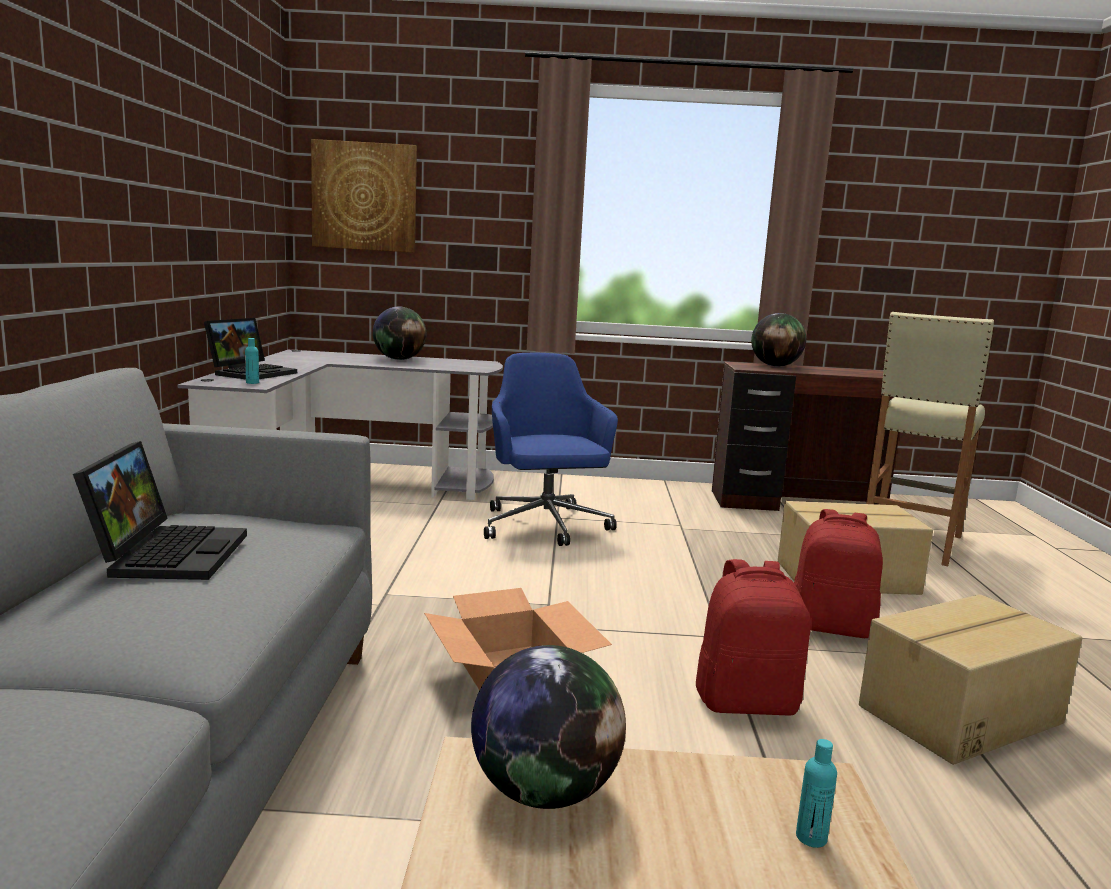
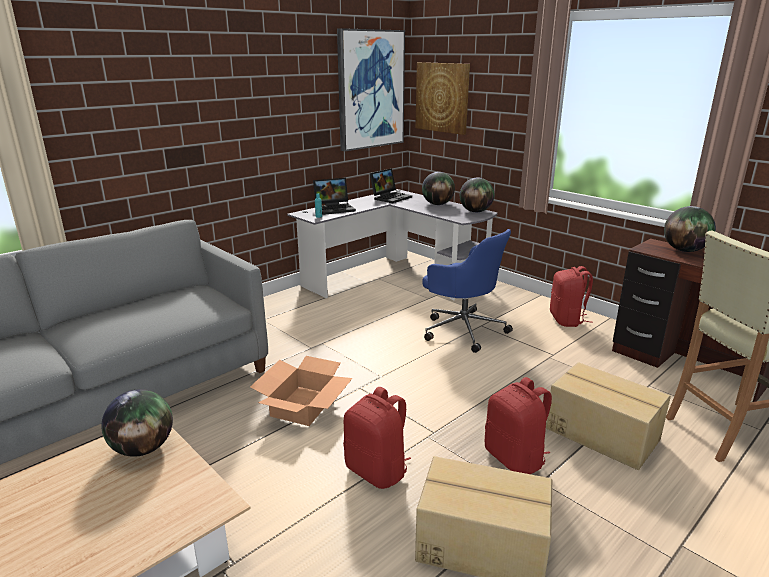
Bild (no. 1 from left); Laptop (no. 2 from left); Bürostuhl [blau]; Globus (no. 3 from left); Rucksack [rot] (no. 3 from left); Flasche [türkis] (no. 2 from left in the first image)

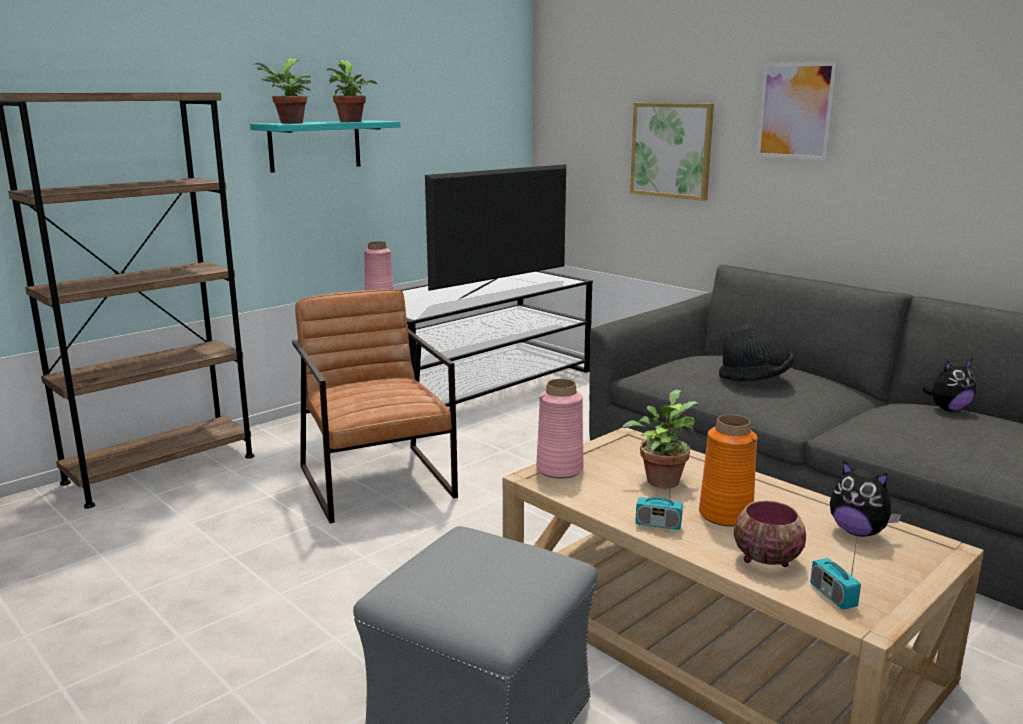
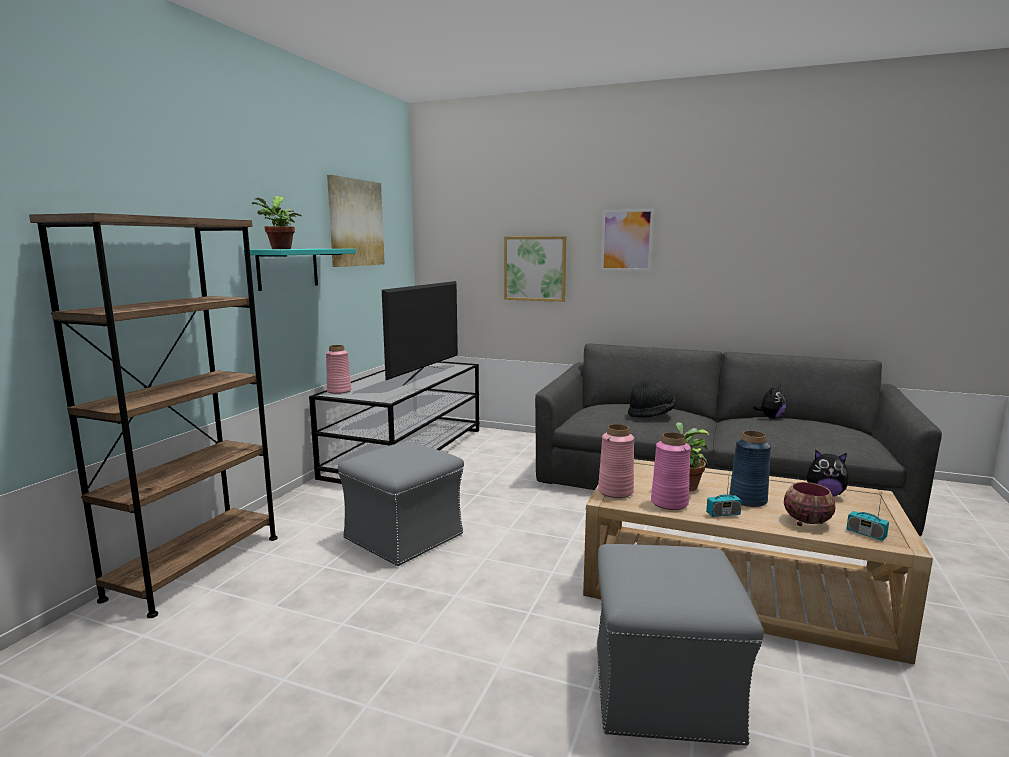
Bild (no. 1 from left); Polsterhocker [grau] (no. 1 from left); Vase [rosa] (no. 3 from left); Vase [blau]; Topfpflanze (no. 2 from left in the first image)

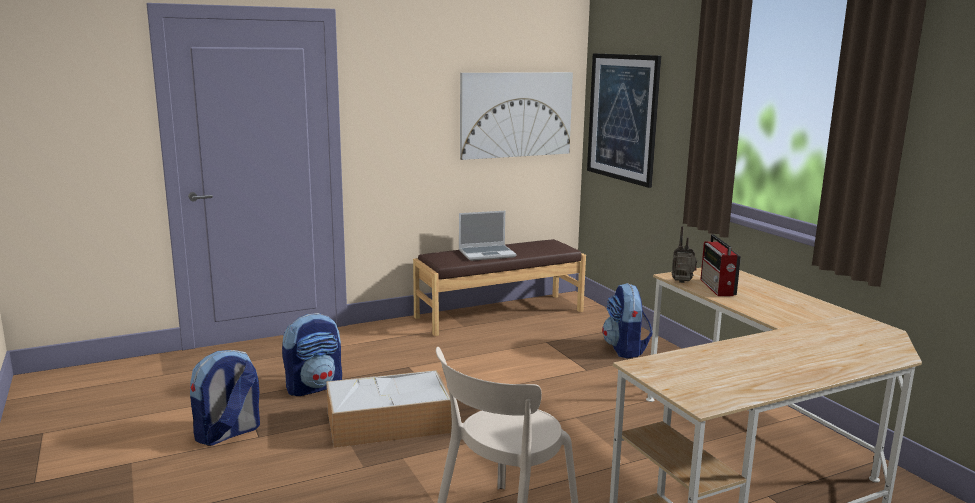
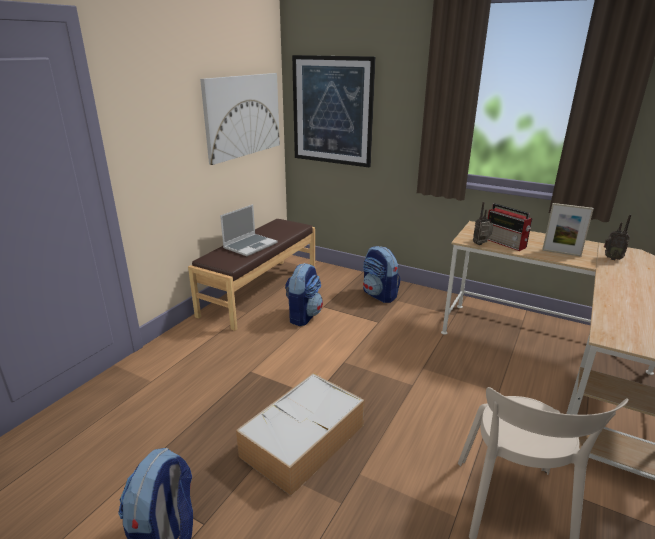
Rucksack (no. 2 from left); Bilderrahmen; Radio (no. 3 from left)

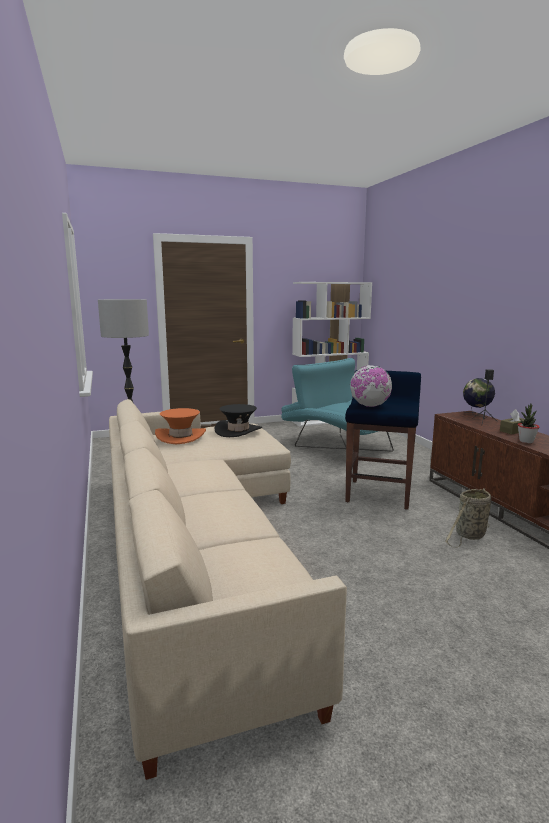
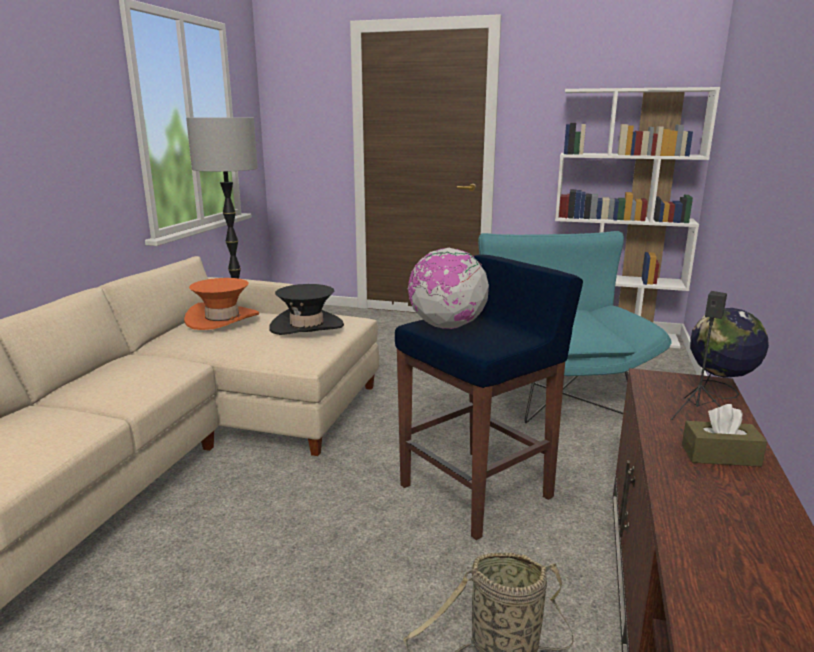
Topfpflanze

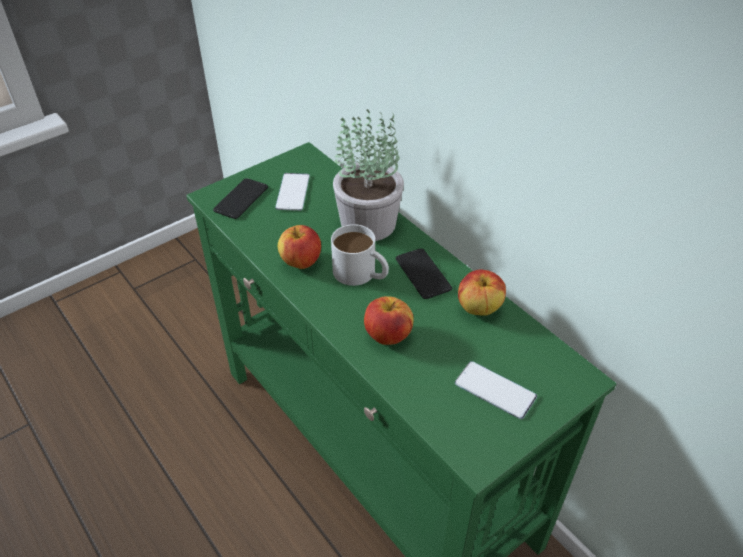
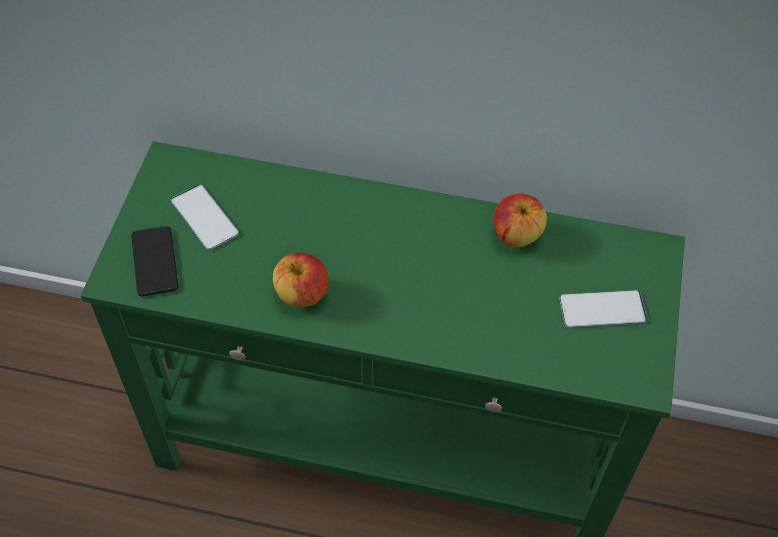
Henkelbecher [weiß]; Topfpflanze; Apfel (no. 2 from left in the first image); Handy (no. 3 from left in the first image)

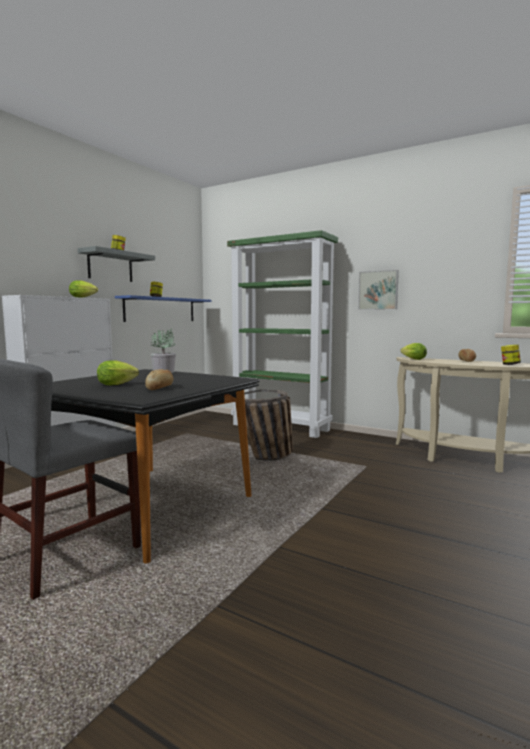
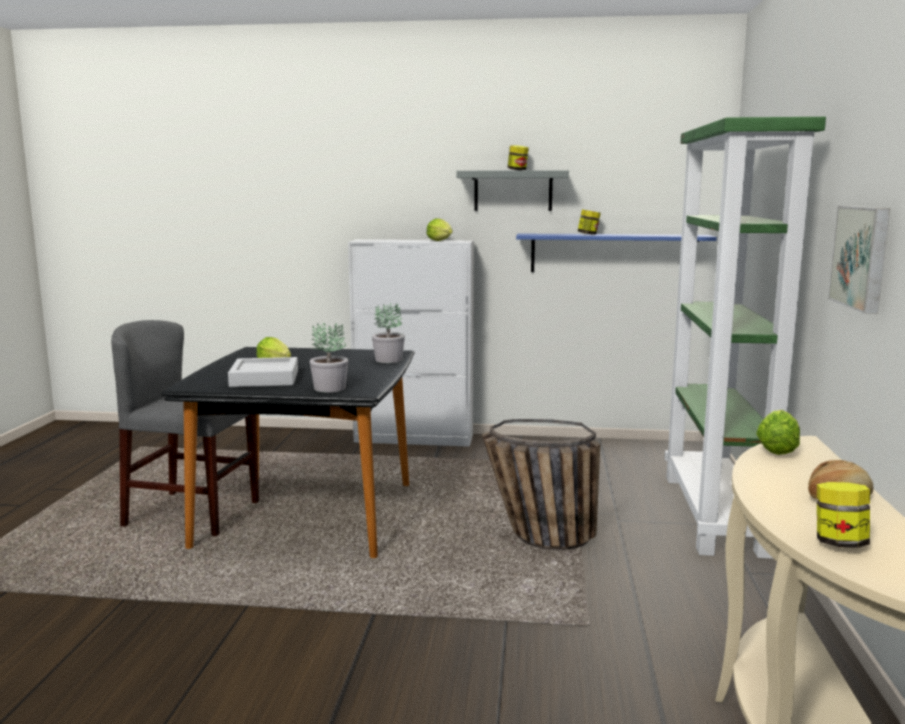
Tablett [grau]; Topfpflanze (no. 1 from left)

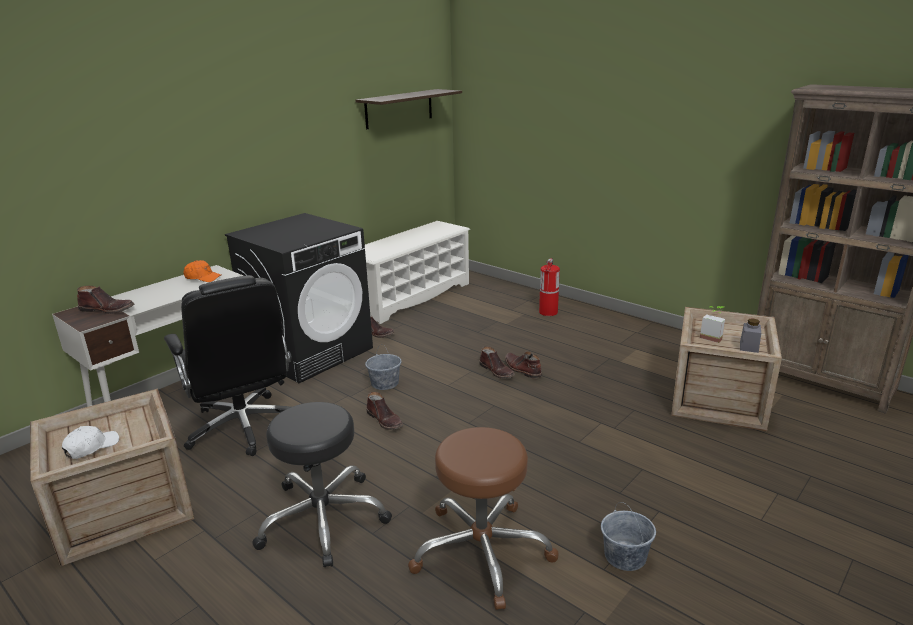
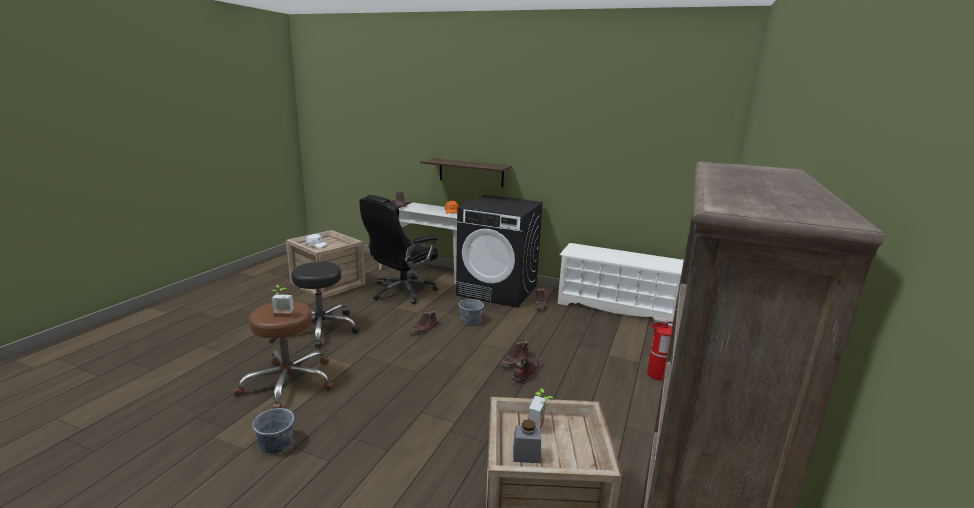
Topfpflanze (no. 1 from left); Wandregal

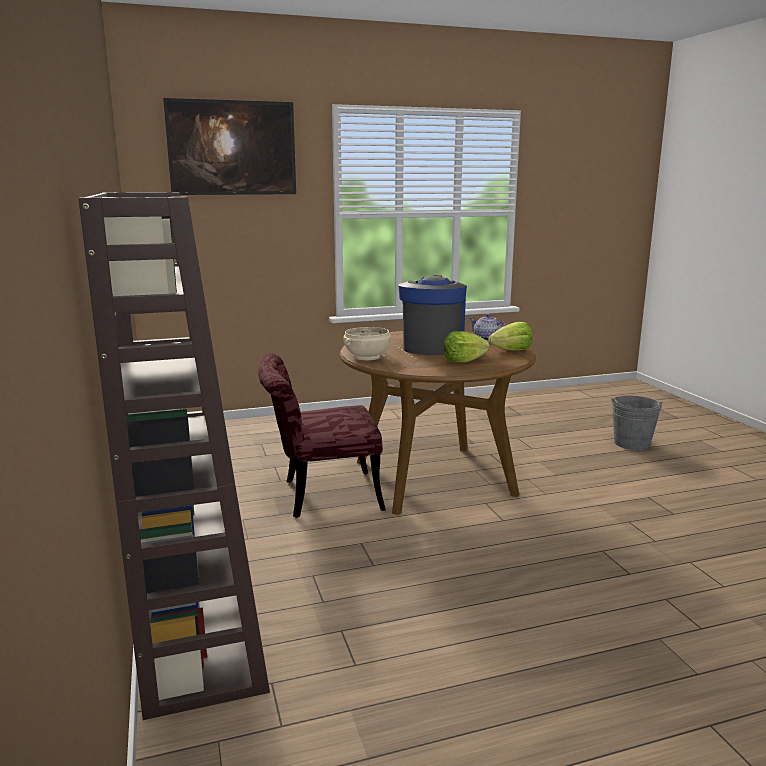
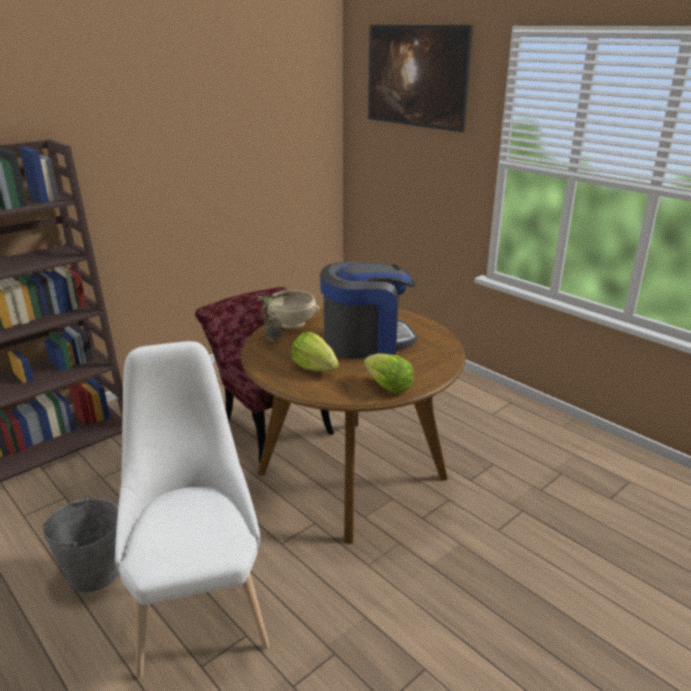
Eimer [grau]; Stuhl [weiß]; Topfpflanze; Teekanne

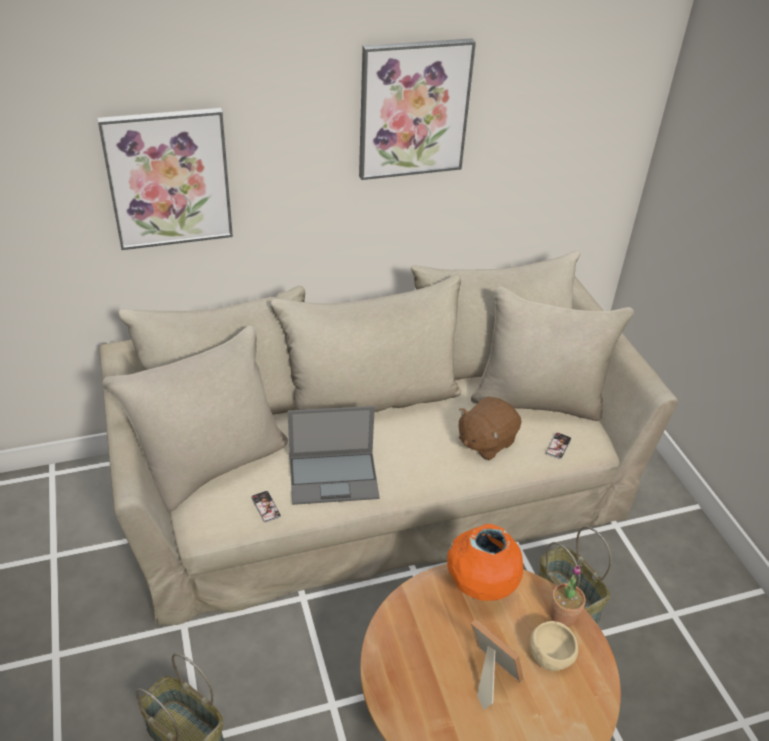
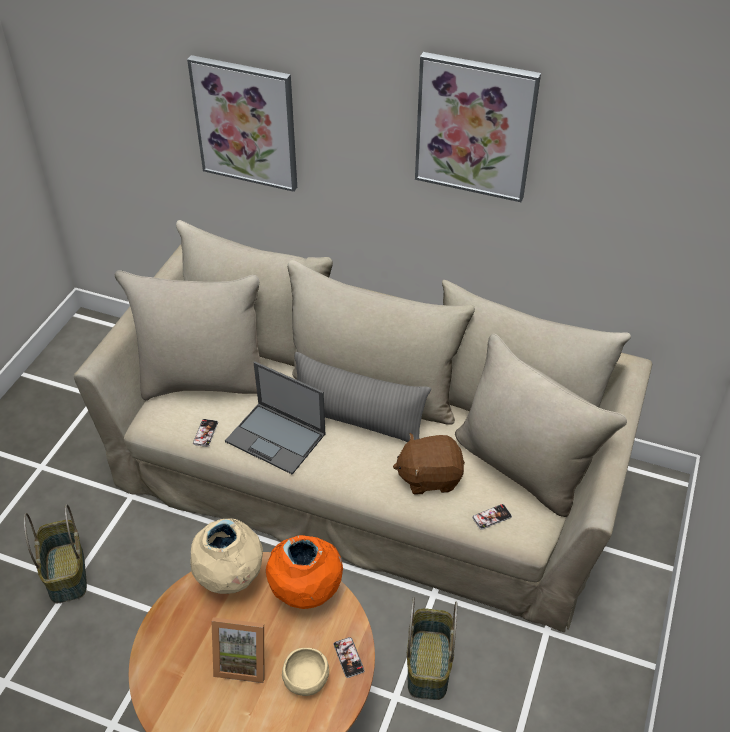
Vase [beige]; Bilderrahmen; Kissen [grau]; Handy (no. 2 from left)

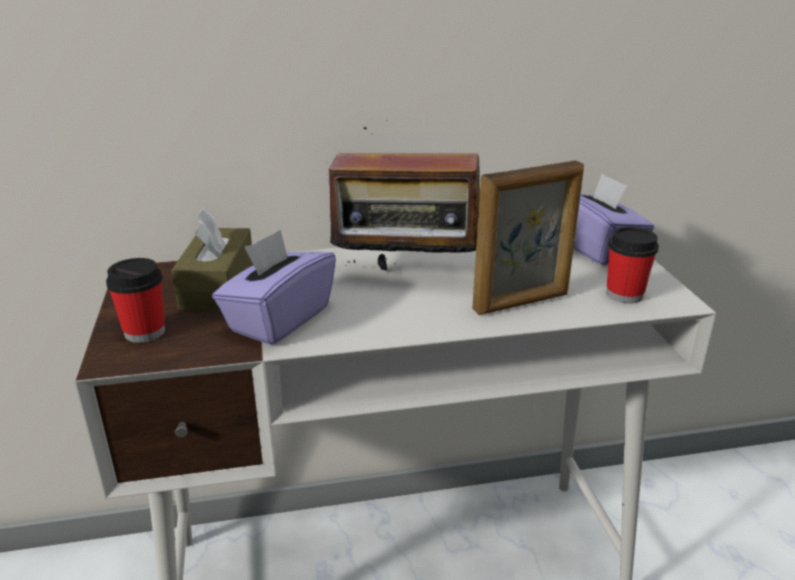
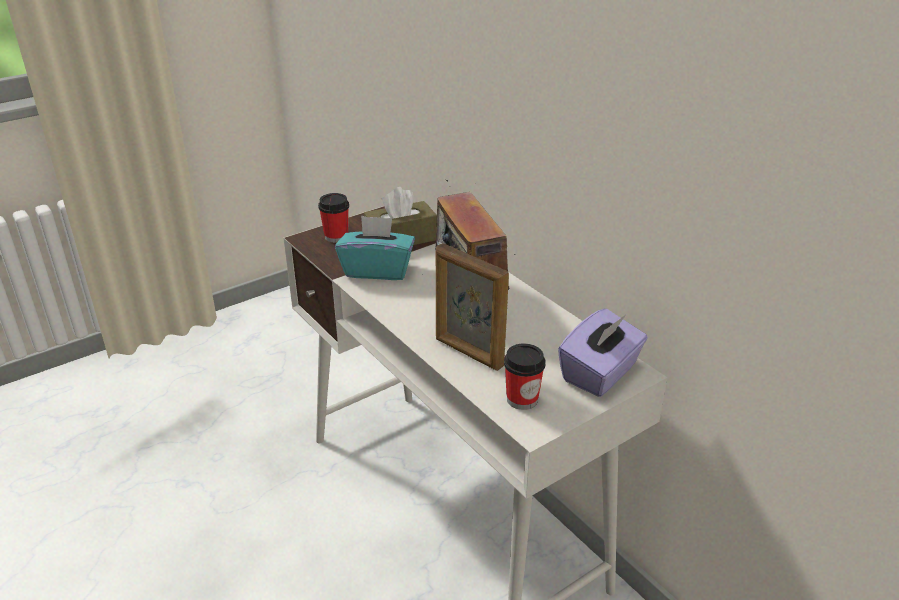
Taschentuchbox [türkis]

